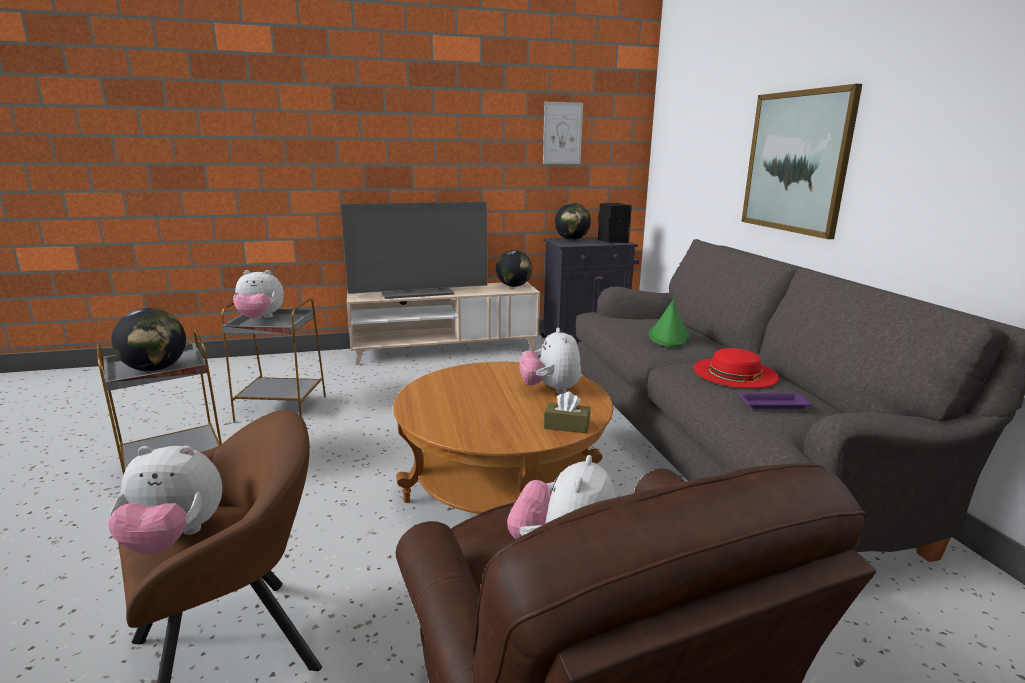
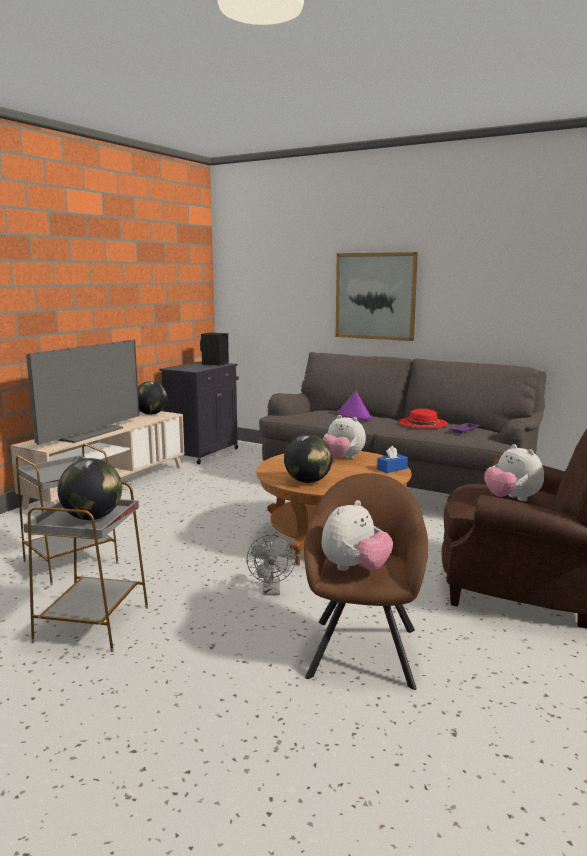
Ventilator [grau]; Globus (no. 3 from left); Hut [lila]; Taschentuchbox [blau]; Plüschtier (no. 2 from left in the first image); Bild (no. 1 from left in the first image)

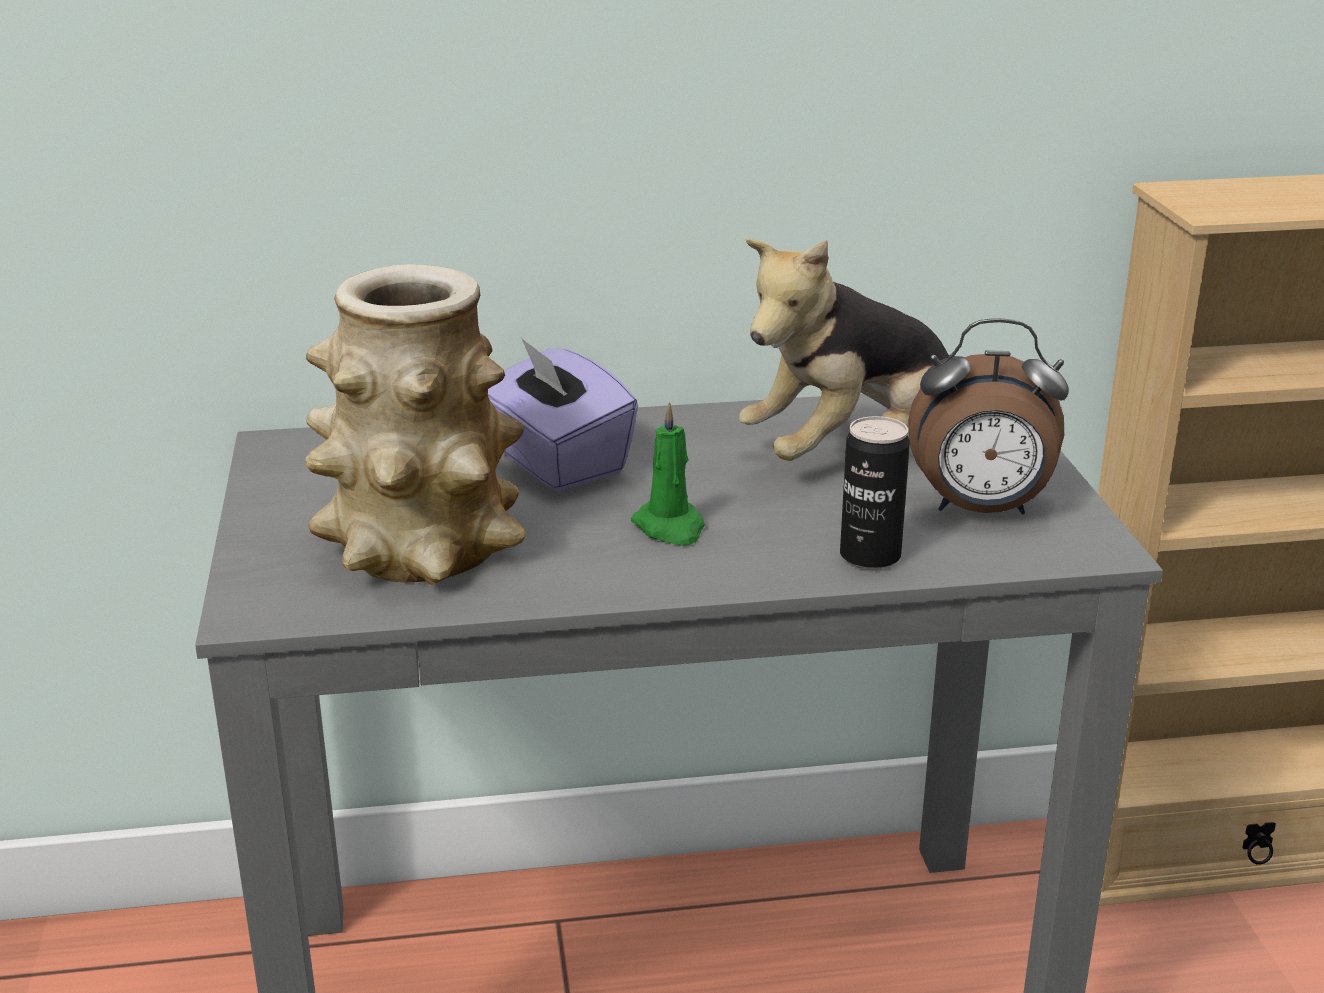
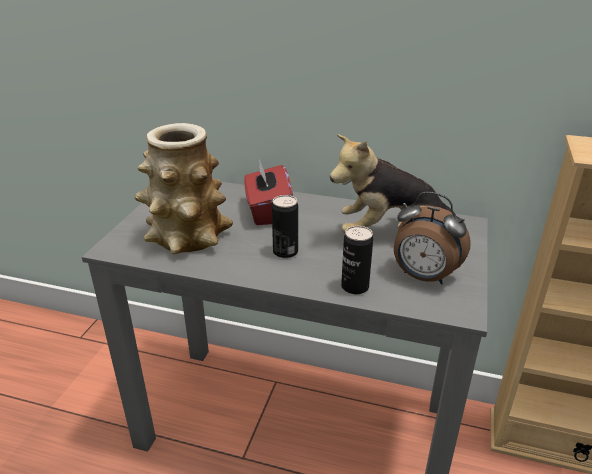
Taschentuchbox [rot]; Dose (no. 1 from left)

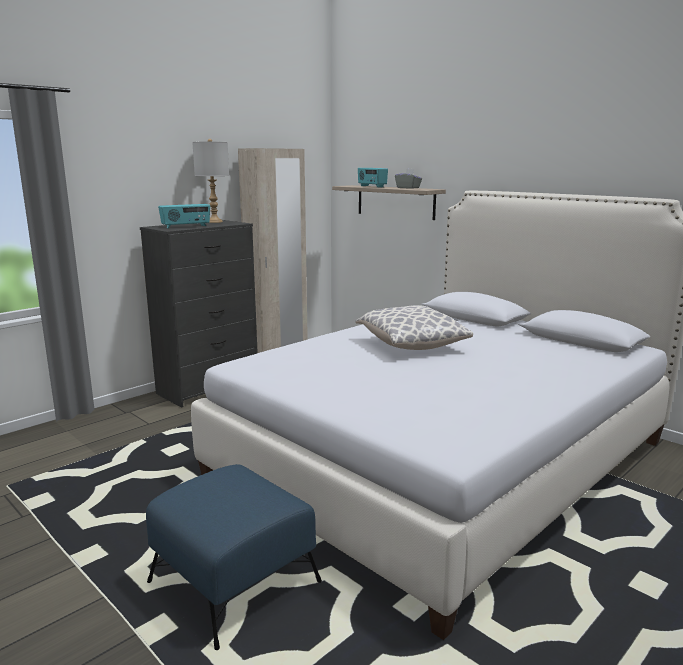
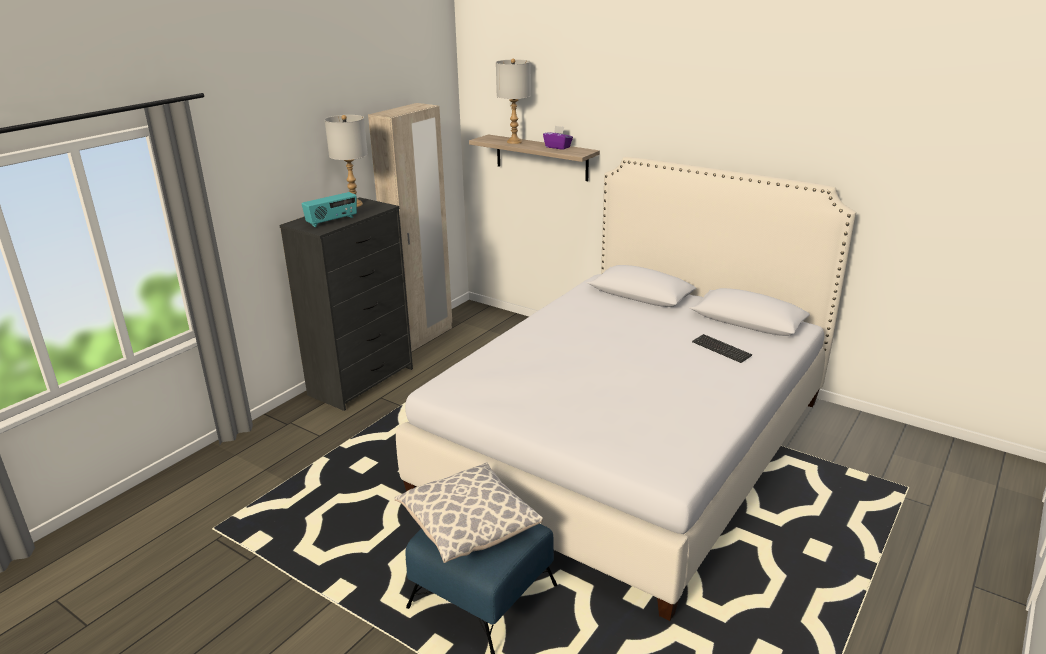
Kissen; Tischlampe [grau] (no. 2 from left); Taschentuchbox [lila]; Tastatur

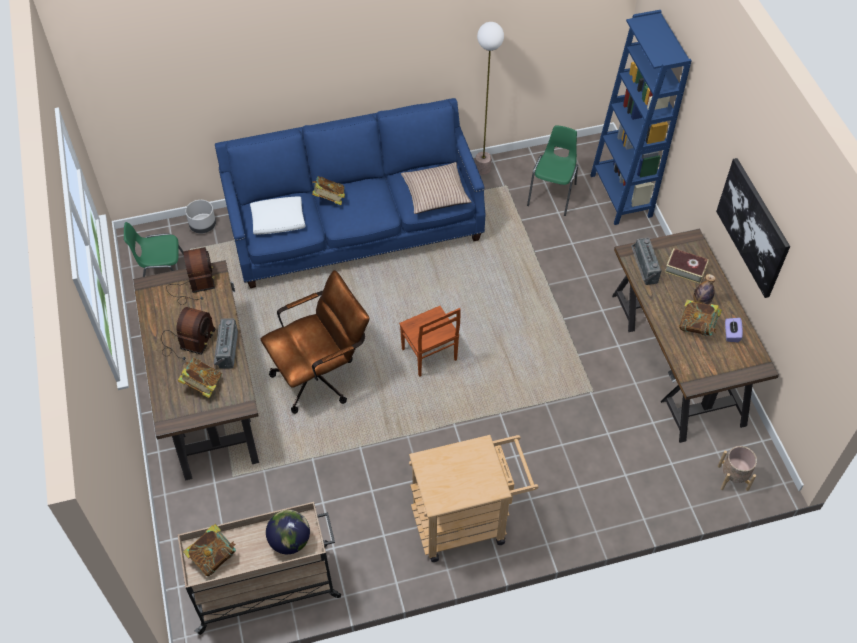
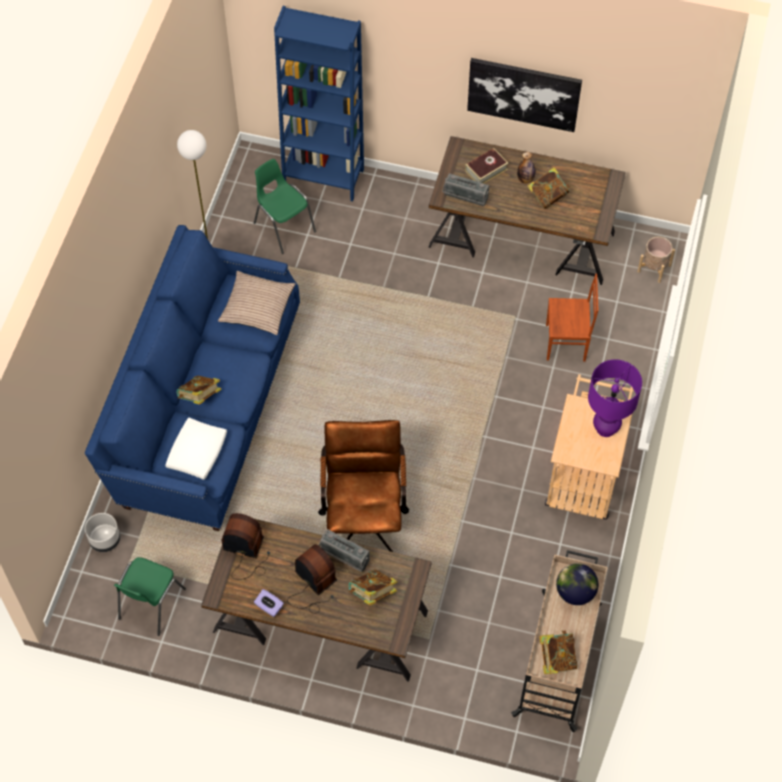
Taschentuchbox [lila]; Stuhl [braun]; Tischlampe [lila]

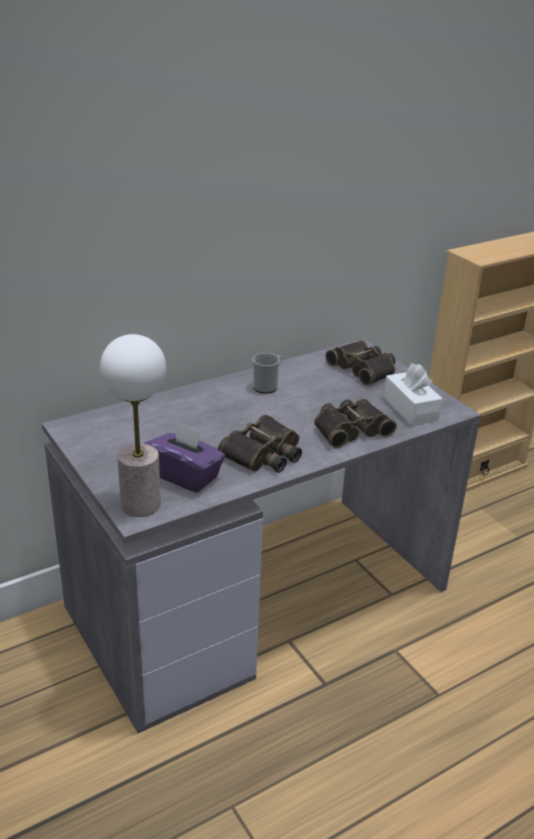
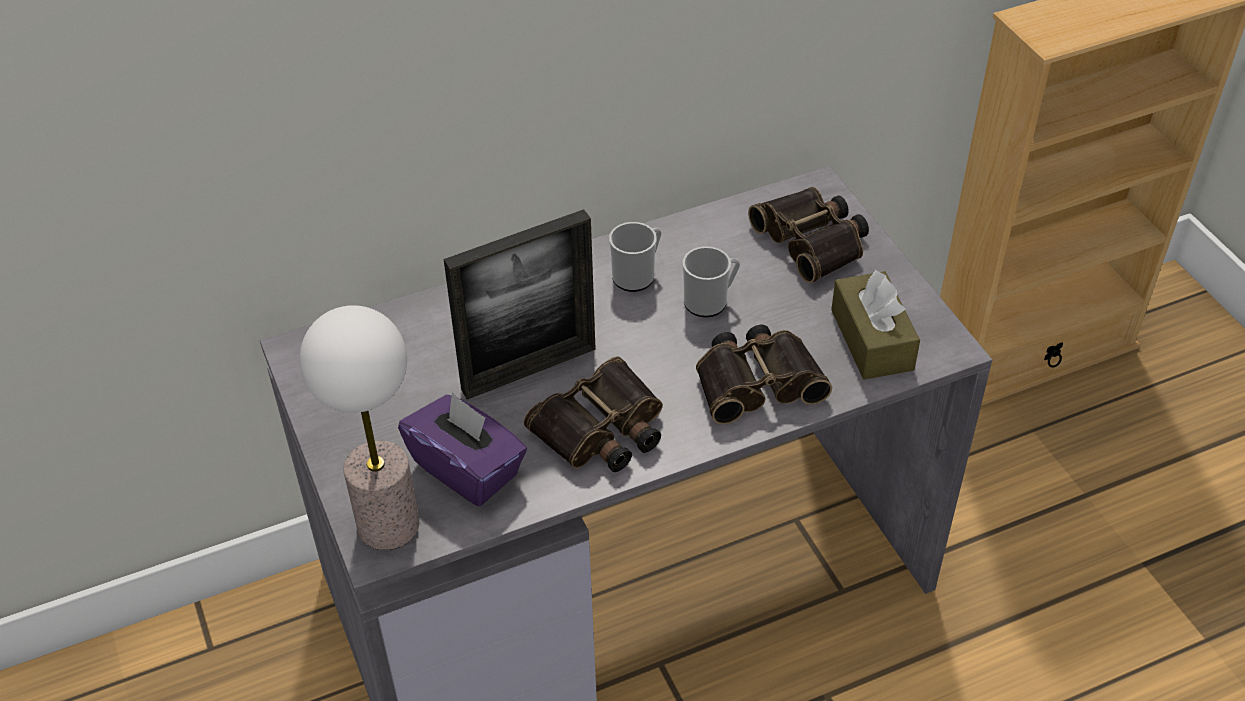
Bilderrahmen; Henkelbecher (no. 2 from left); Taschentuchbox [braun]

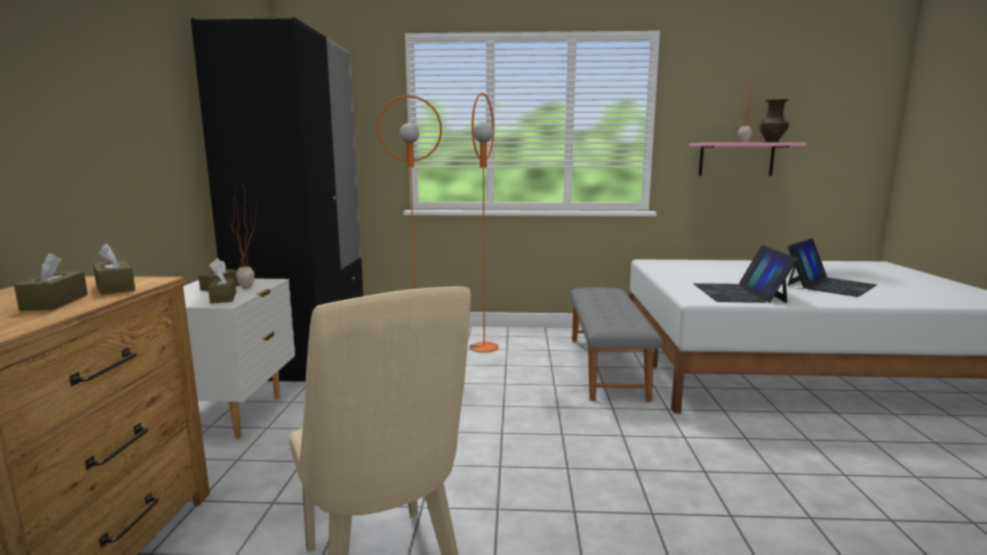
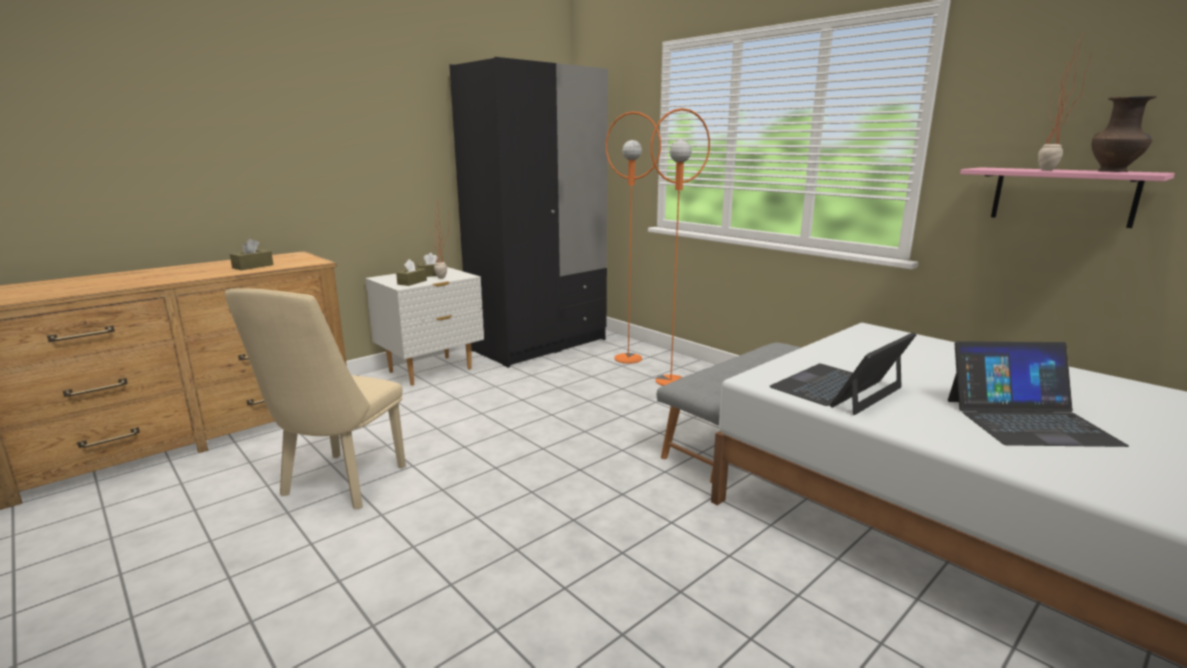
Taschentuchbox [braun] (no. 2 from left in the first image)

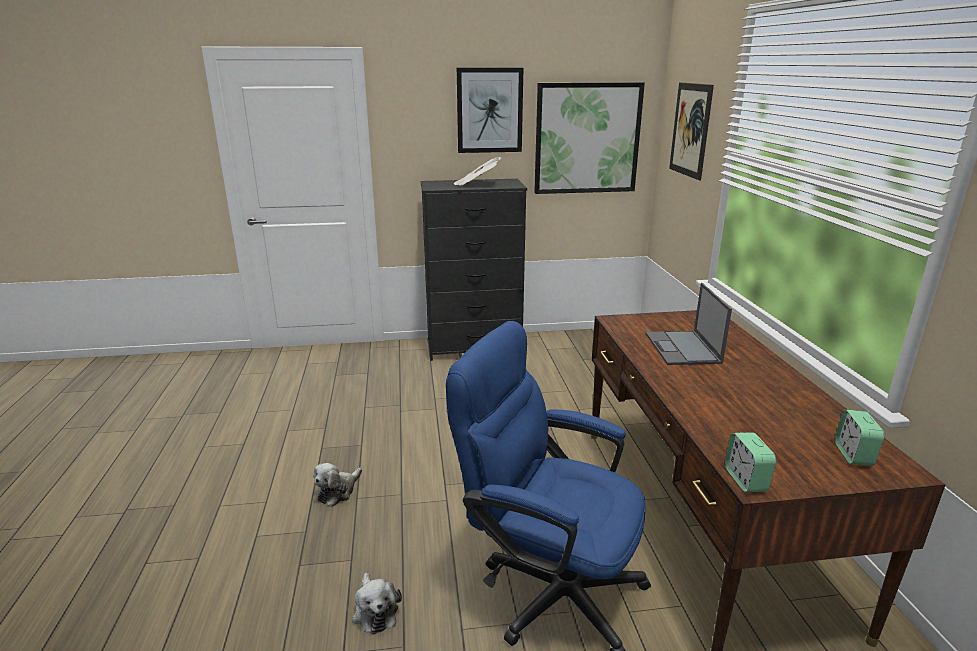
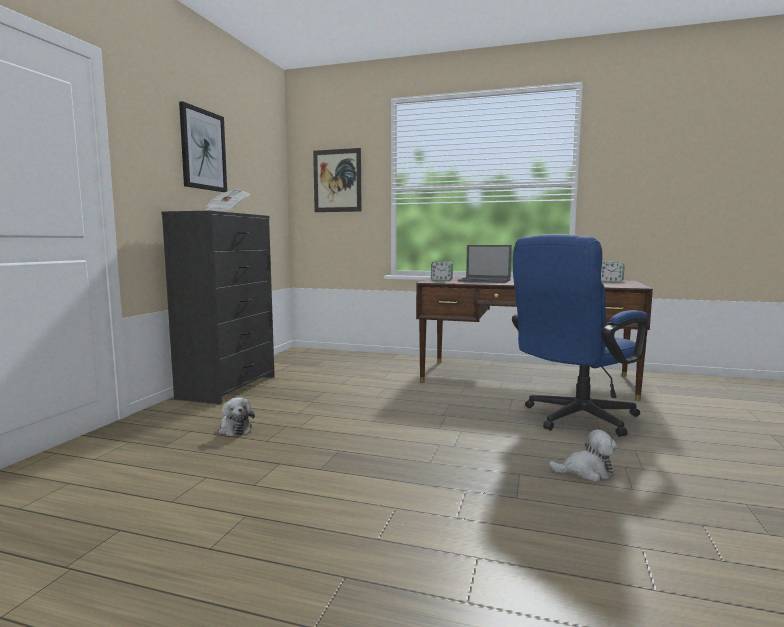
Plüschtier (no. 1 from left); Wecker (no. 1 from left); Bild (no. 2 from left in the first image)

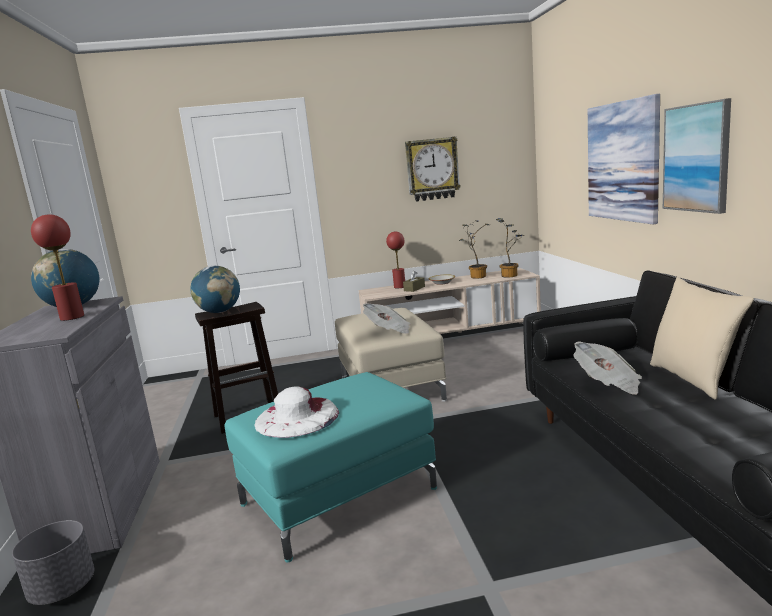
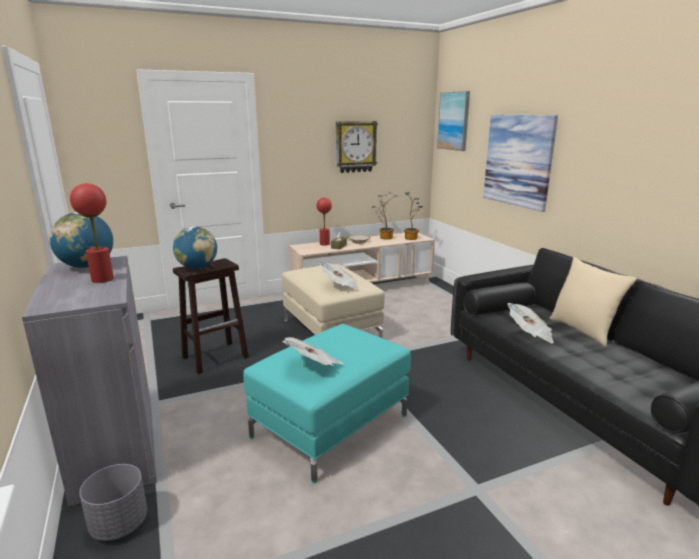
Zeitung (no. 1 from left); Bild (no. 1 from left)

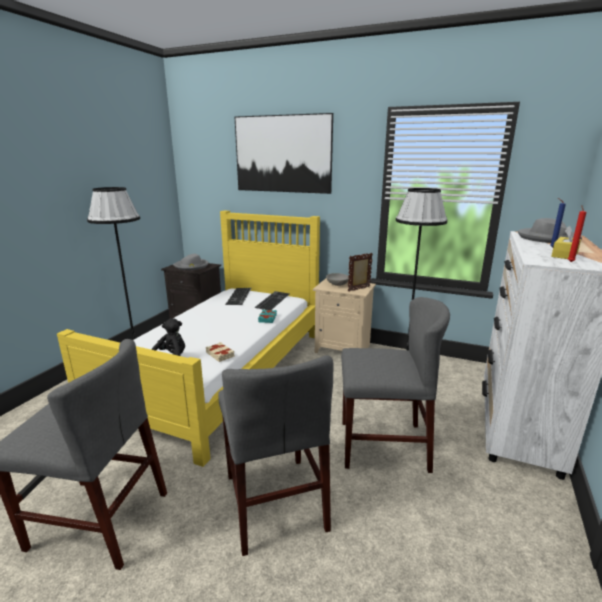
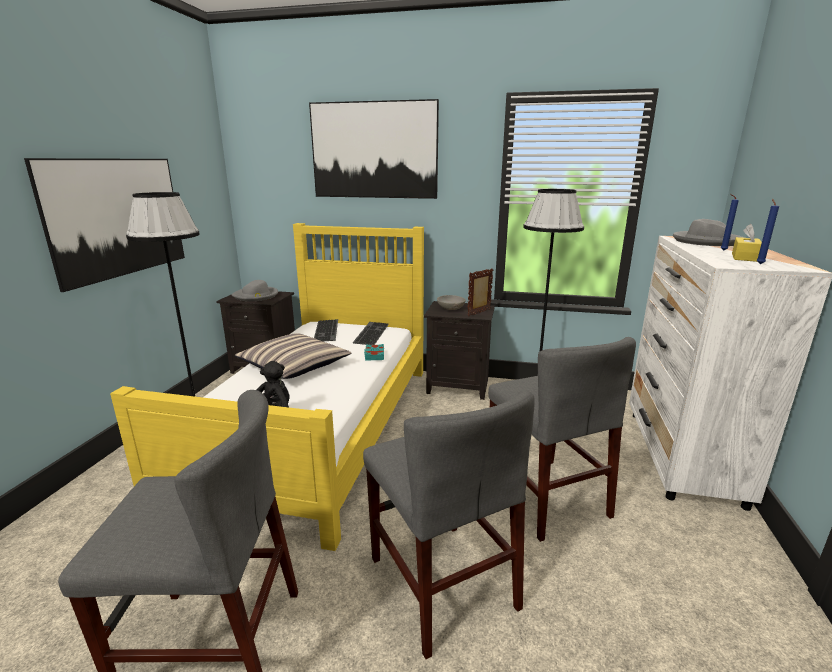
Bild (no. 1 from left); Kissen; Nachttisch [schwarz] (no. 2 from left); Stuhl [grau] (no. 3 from left); Kerze [blau] (no. 2 from left); Buch [beige]

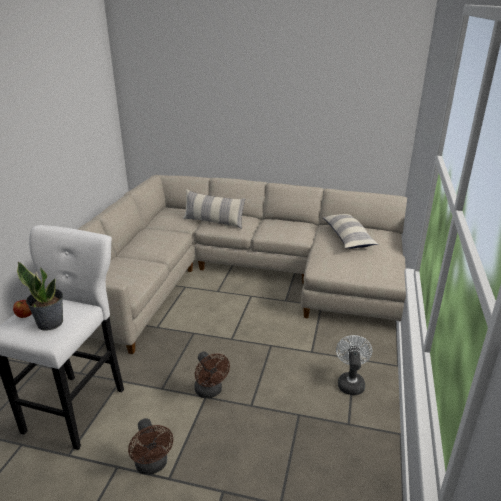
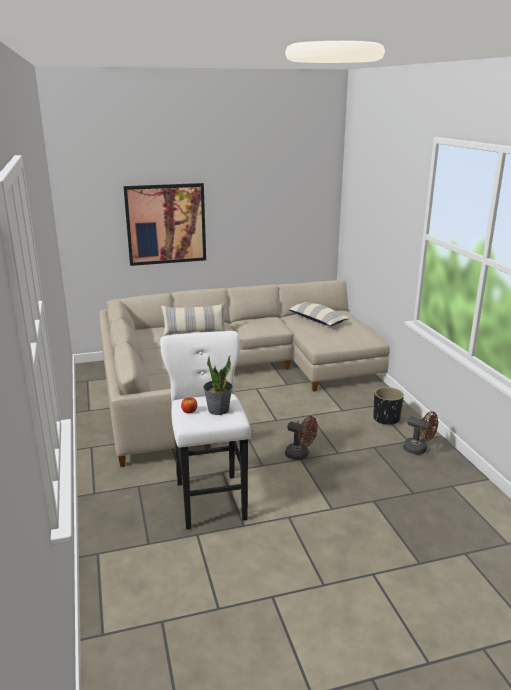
Bild; Pflanzkübel [schwarz]; Ventilator [braun] (no. 2 from left)

